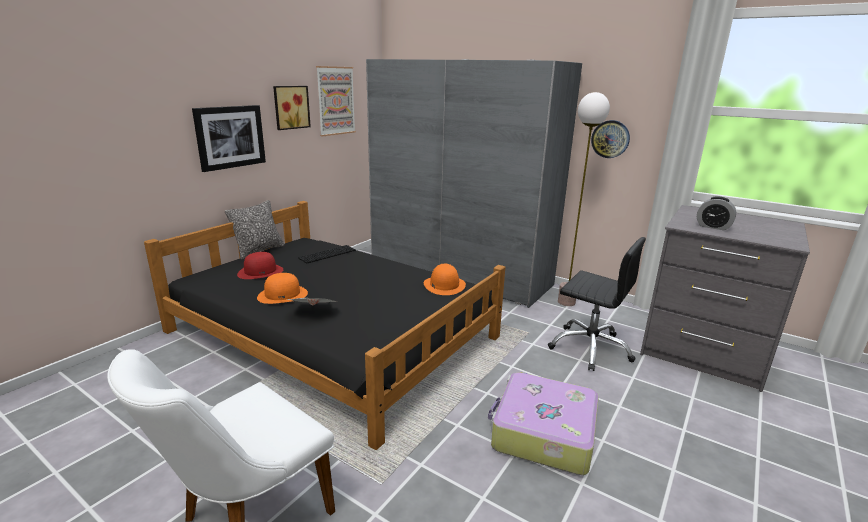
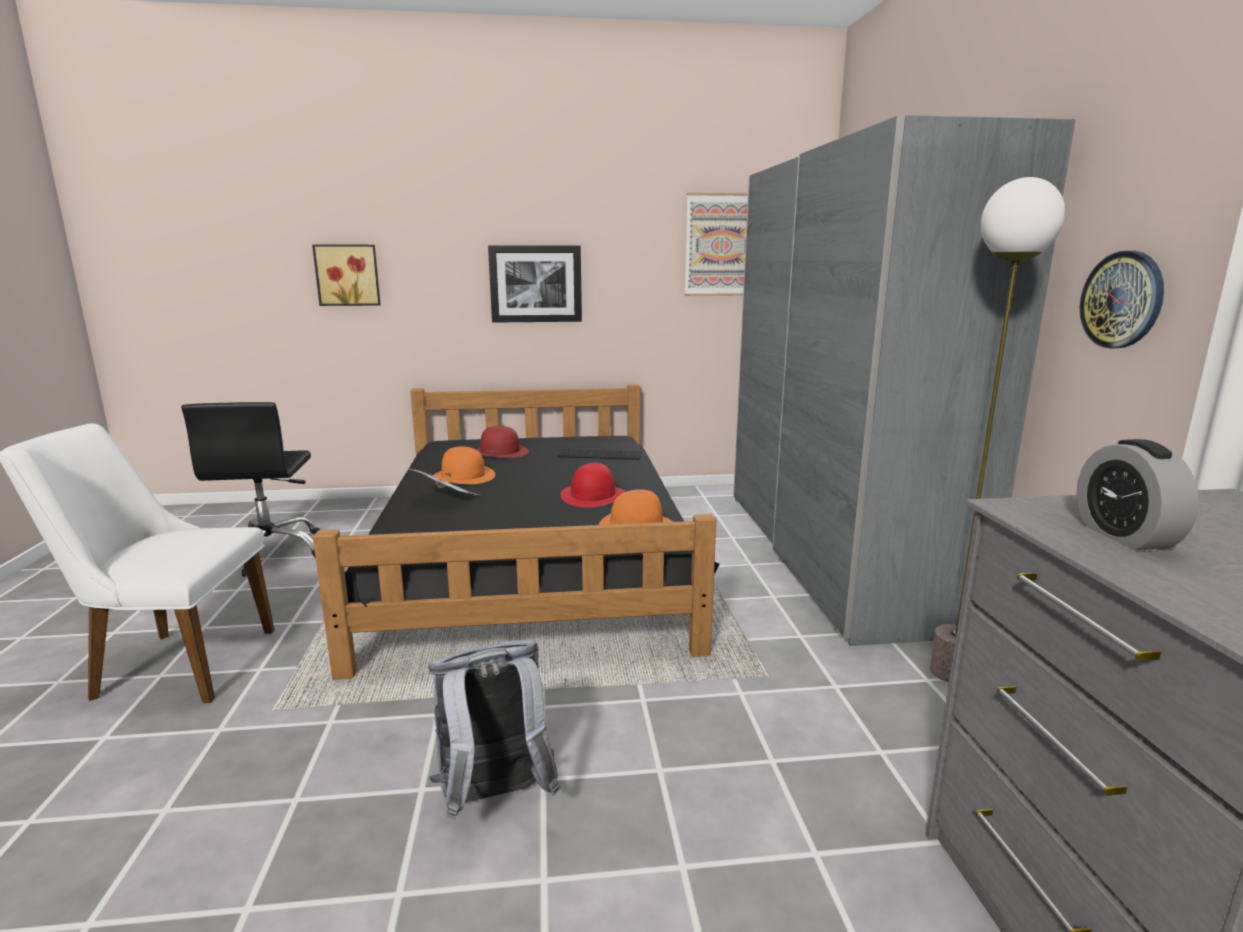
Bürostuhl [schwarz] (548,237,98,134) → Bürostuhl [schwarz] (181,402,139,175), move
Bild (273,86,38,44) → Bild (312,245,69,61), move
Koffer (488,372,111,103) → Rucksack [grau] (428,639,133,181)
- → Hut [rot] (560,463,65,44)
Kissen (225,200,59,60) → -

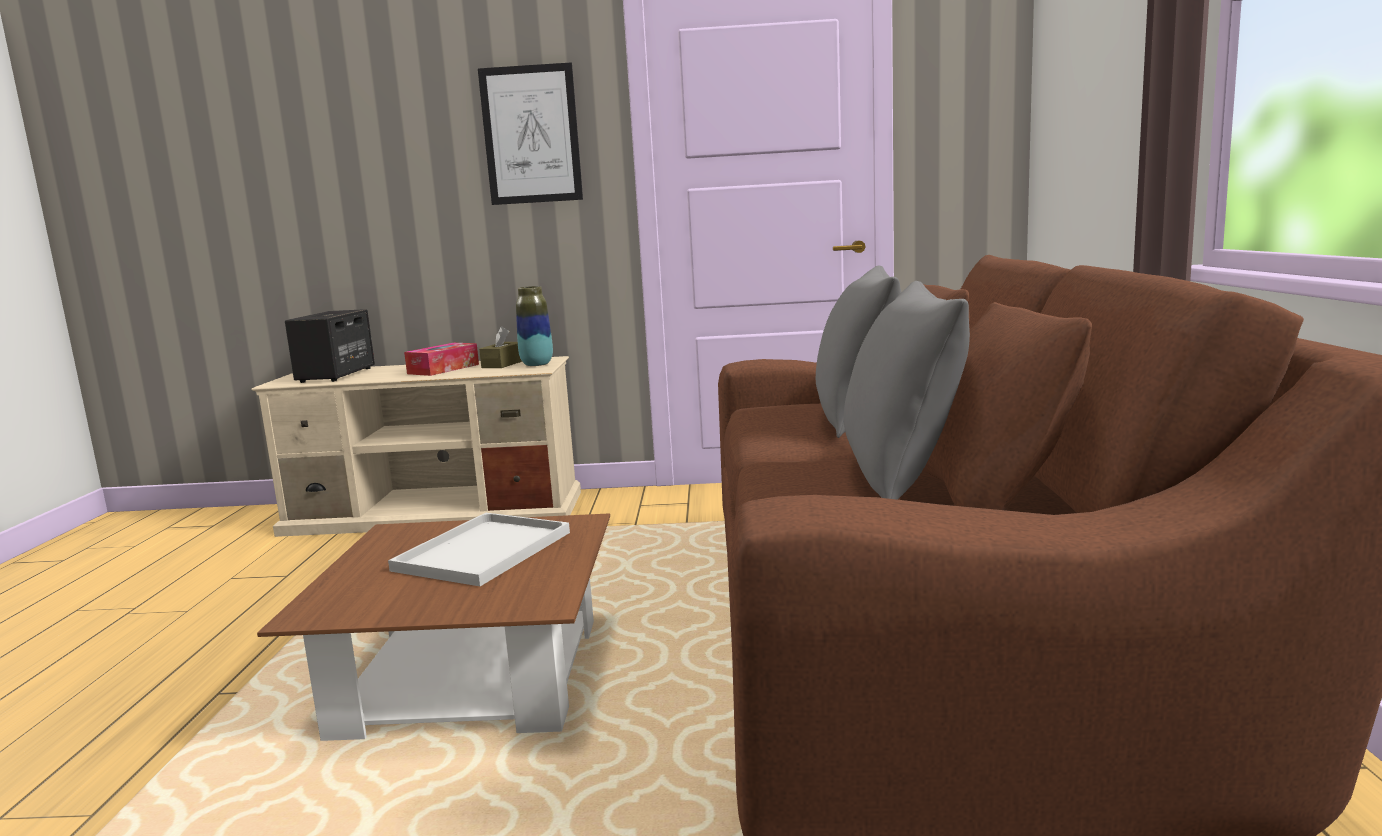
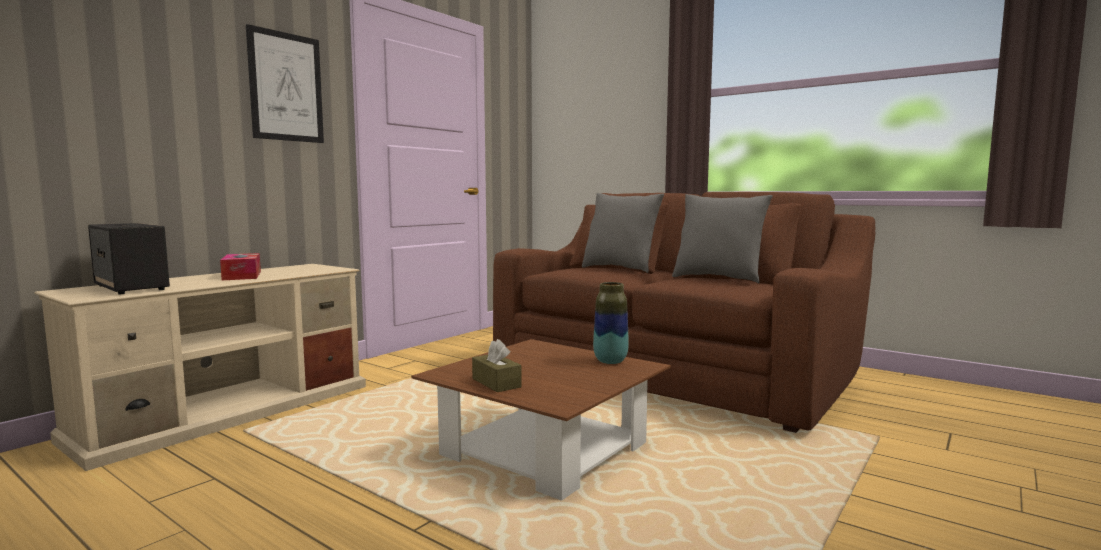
Taschentuchbox [braun] (479,326,43,42) → Taschentuchbox [braun] (472,339,50,53), move
Vase (516,286,37,80) → Vase (593,282,36,82), move
Tablett [weiß] (388,513,182,73) → -

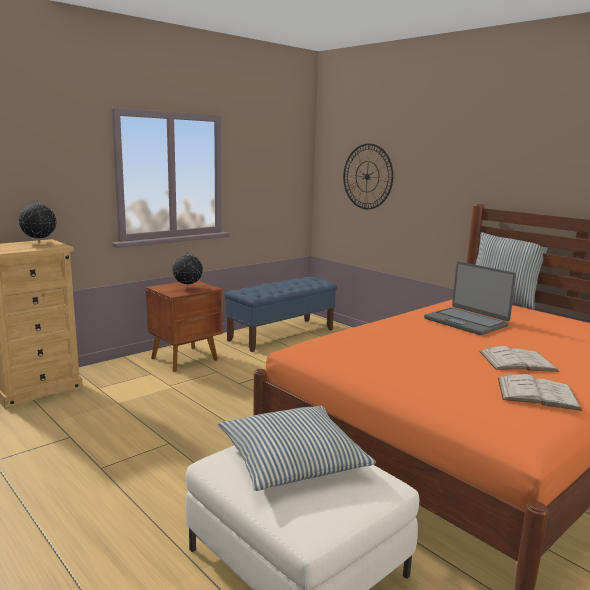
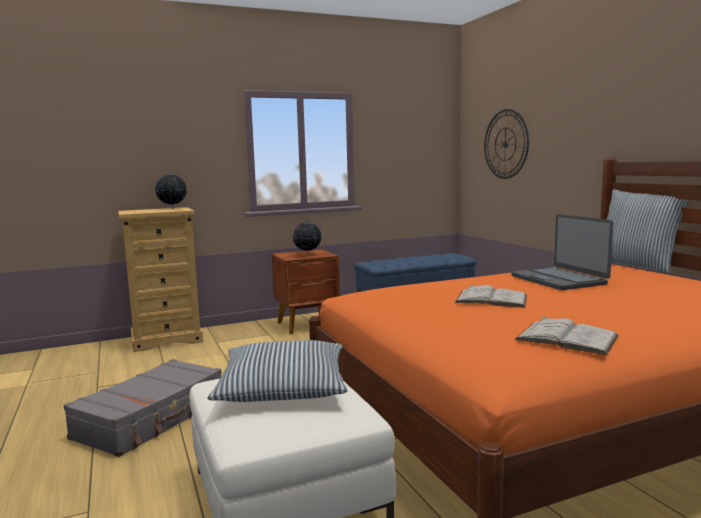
- → Koffer [grau] (64,359,157,98)
Buch [weiß] (479,346,80,26) → Buch [weiß] (455,285,72,23), move

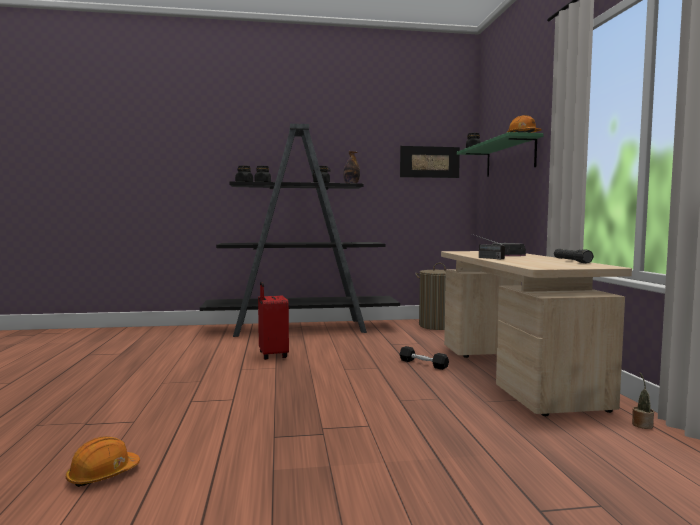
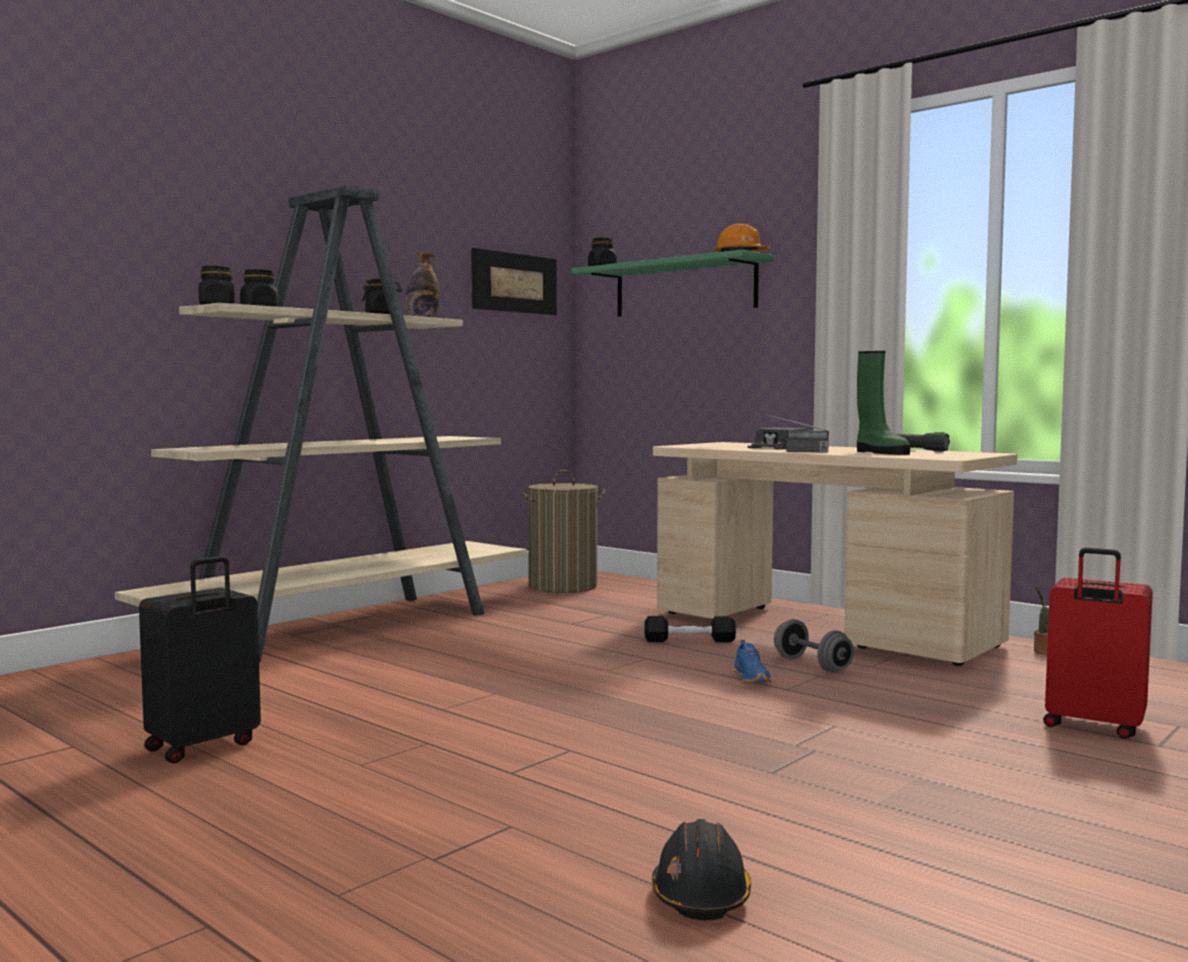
Bücherregal [schwarz] (200,124,200,213) → Bücherregal [beige] (115,185,412,477)
- → Koffer [schwarz] (139,556,122,207)
Schutzhelm [orange] (66,436,74,51) → Schutzhelm [schwarz] (652,819,100,102)
- → Schuh [blau] (733,640,38,43)
- → Hantel [grau] (774,619,80,54)
- → Stiefel [grün] (857,351,53,104)
Koffer [rot] (258,281,31,79) → Koffer [rot] (1043,547,110,192), move

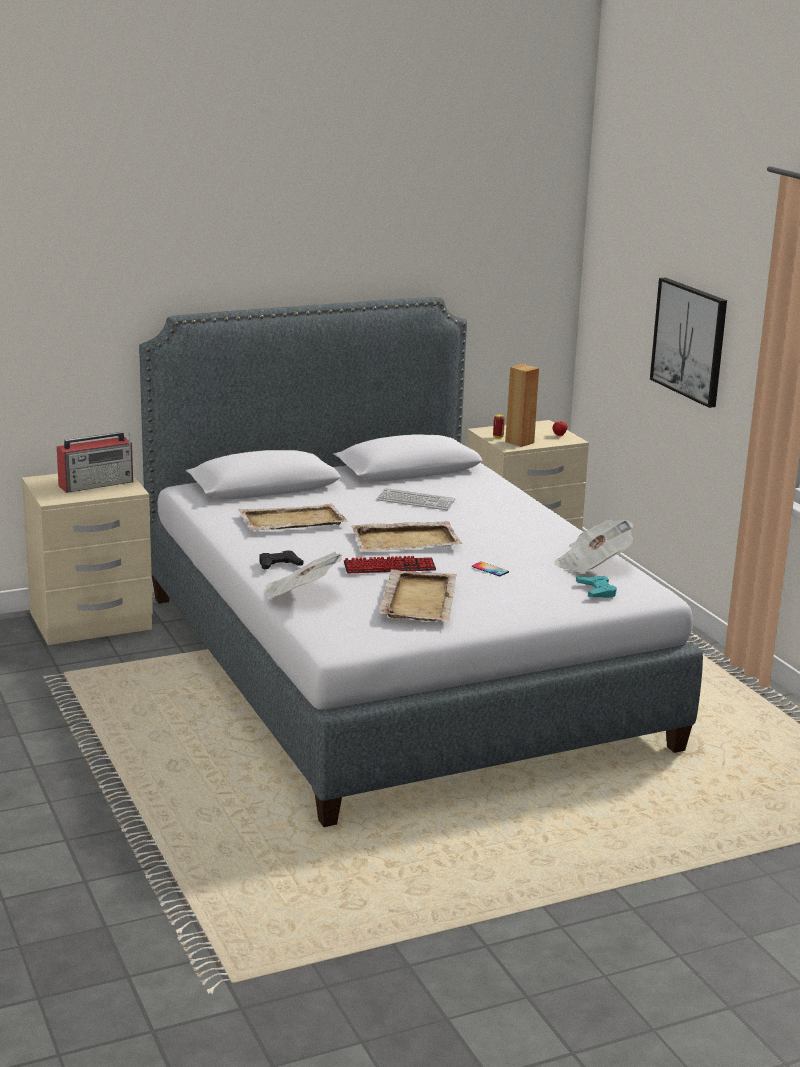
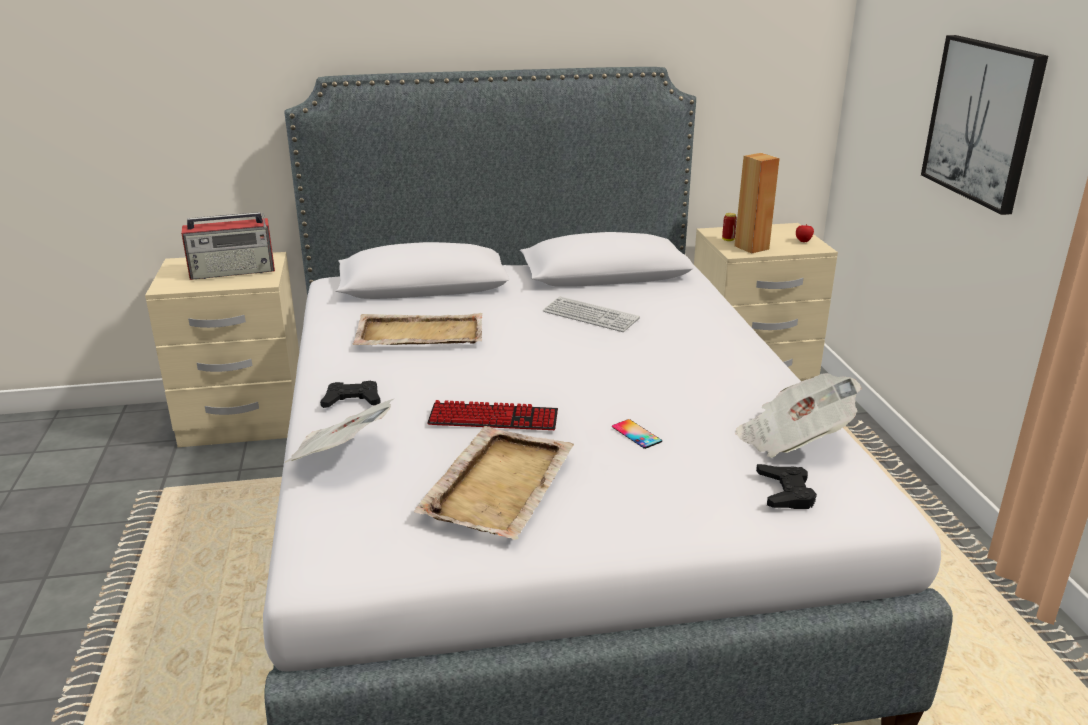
Gamepad [türkis] (576,576,41,22) → Gamepad [schwarz] (756,464,61,45)
Tablett [beige] (351,521,111,30) → -

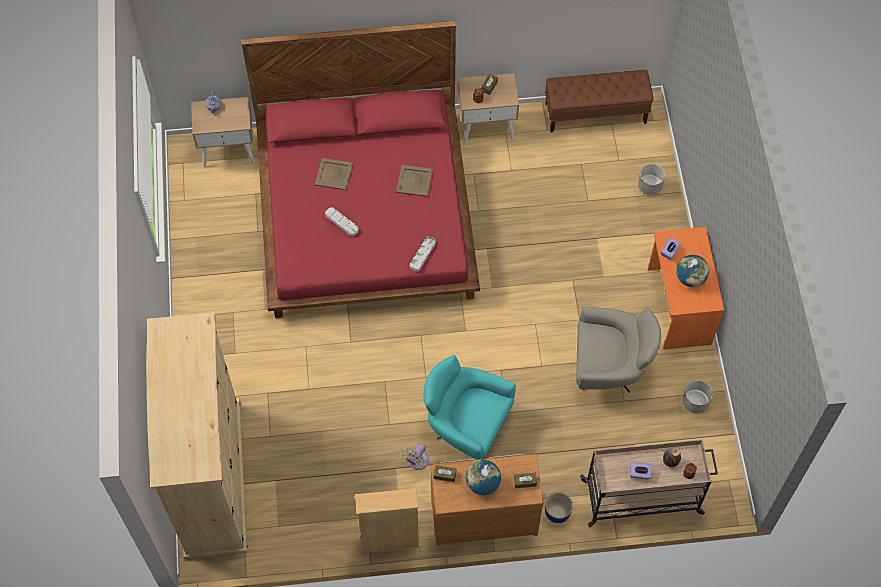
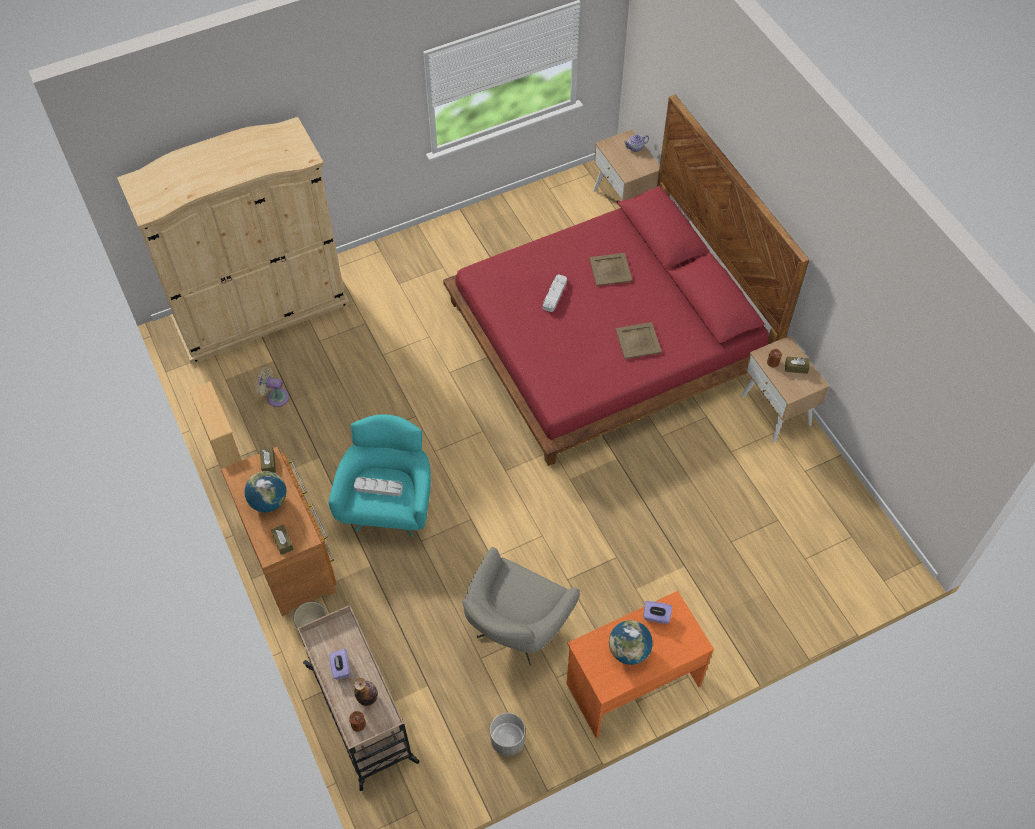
Ventilator [beige] (401,443,28,27) → Ventilator [beige] (256,367,33,40), move
Tablett [grau] (410,236,26,36) → Tablett [grau] (354,477,49,19), move
Sessel [grau] (576,307,85,86) → Sessel [grau] (462,547,118,118), 45 degrees clockwise
Bank [braun] (545,70,108,63) → -
Pflanzkübel [grau] (638,164,27,31) → -

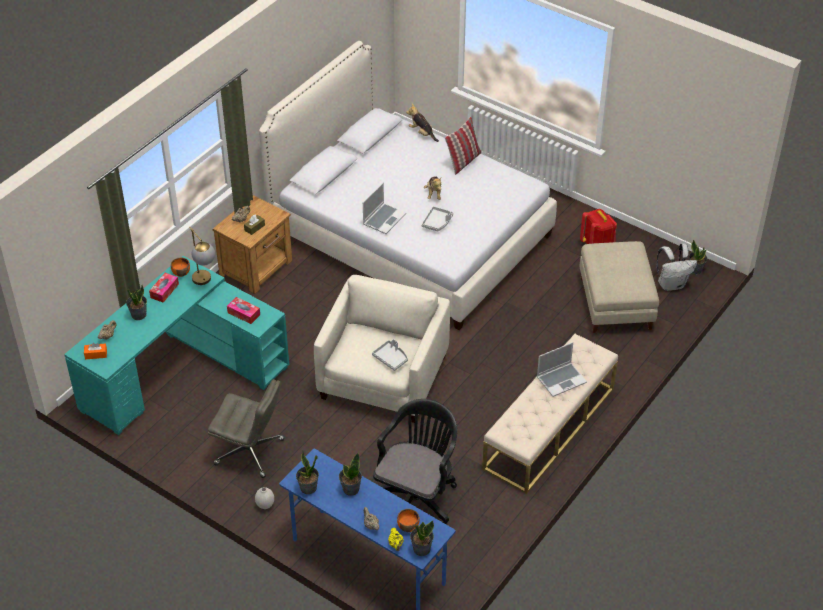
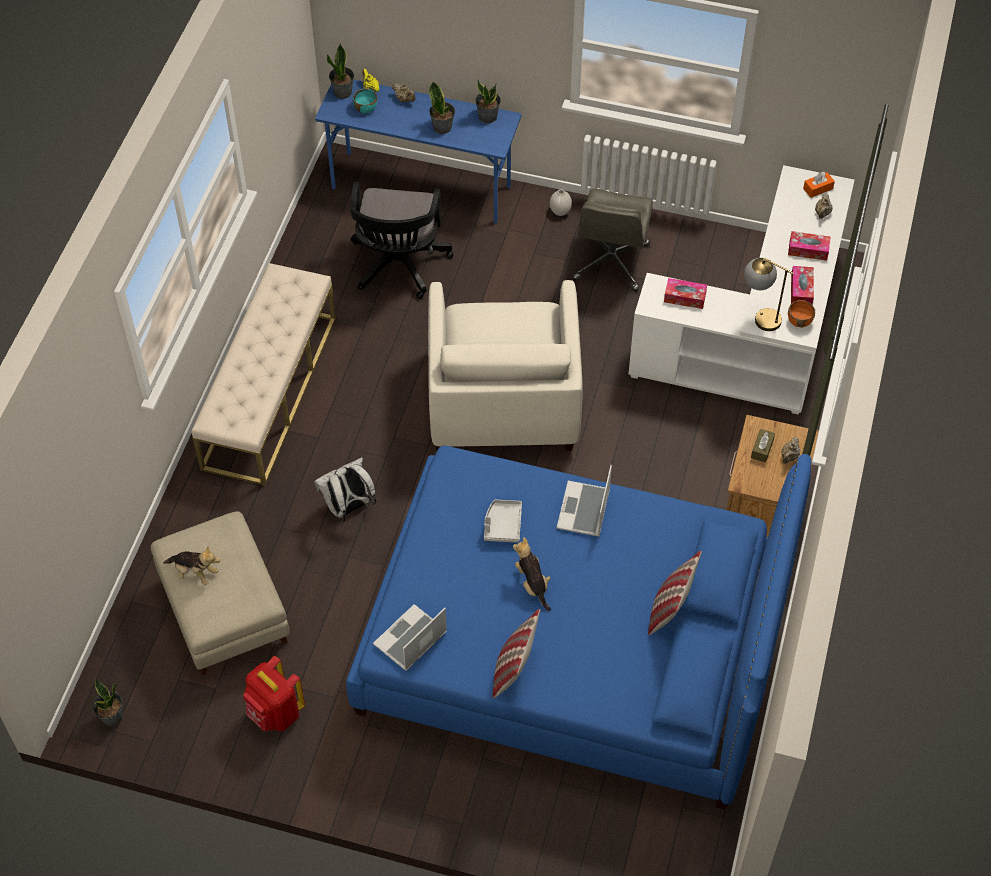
Plüschtier (406,104,33,38) → Plüschtier (163,546,57,39), move
Rucksack [weiß] (657,243,40,48) → Rucksack [weiß] (314,457,62,65), move
Bett [weiß] (259,41,298,289) → Bett [blau] (346,446,466,364)
Schüssel [orange] (397,509,23,23) → Schüssel [türkis] (353,88,24,26)
Laptop (537,342,50,55) → Laptop (373,604,74,67), move
Bürostuhl [grau] (208,379,77,99) → Bürostuhl [grau] (573,189,80,102), 75 degrees counterclockwise
Schreibtisch [türkis] (64,256,225,179) → Schreibtisch [weiß] (628,165,226,249)
- → Kissen (648,551,54,84)
Topfpflanze (126,285,21,35) → Taschentuchbox (788,231,43,30)
Tablett [grau] (372,339,36,32) → -

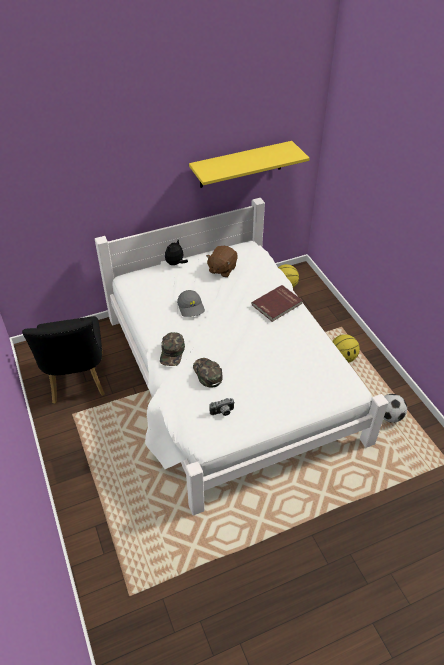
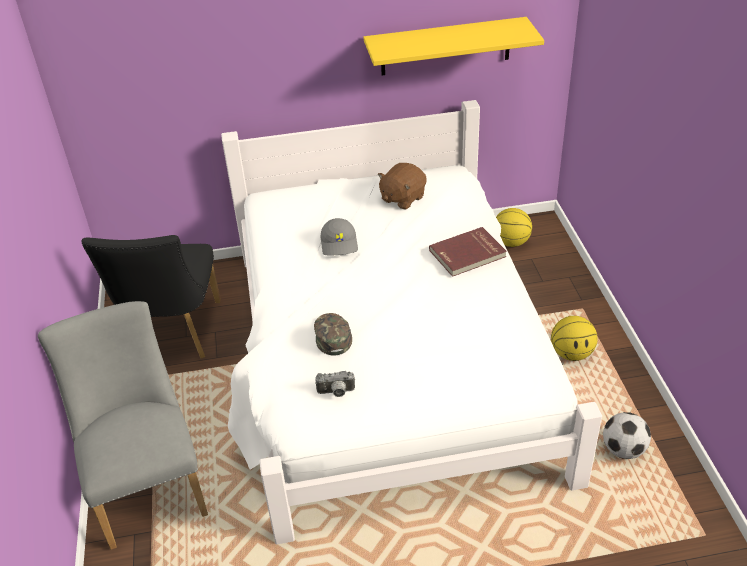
- → Stuhl [grau] (38,301,170,249)
Kappe [grün] (160,332,25,34) → -
Plüschtier (165,240,23,25) → -

